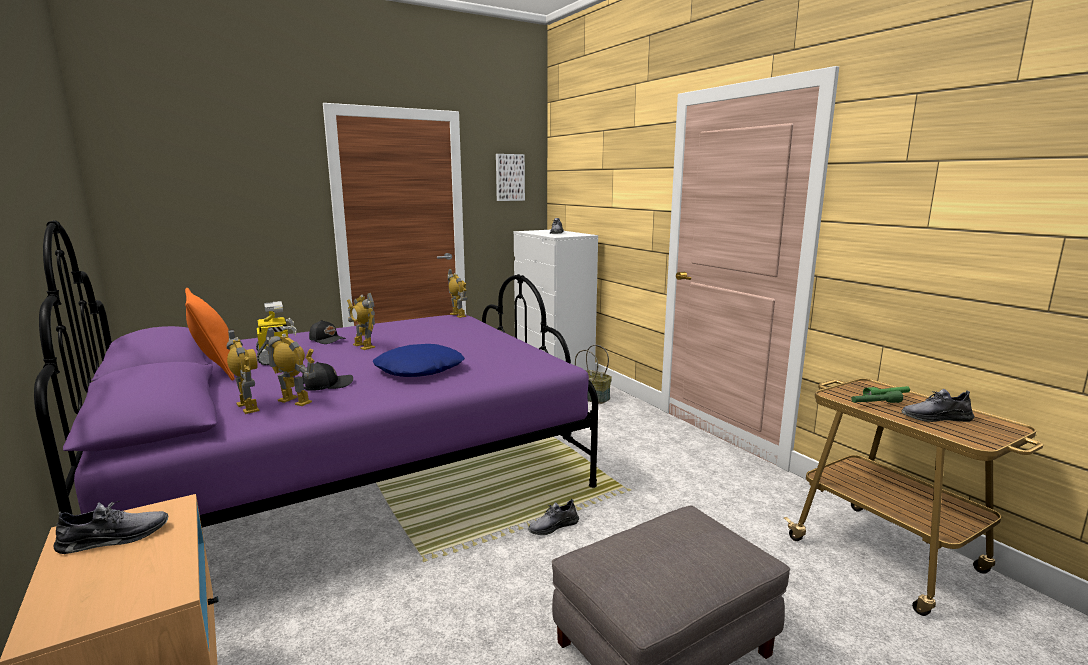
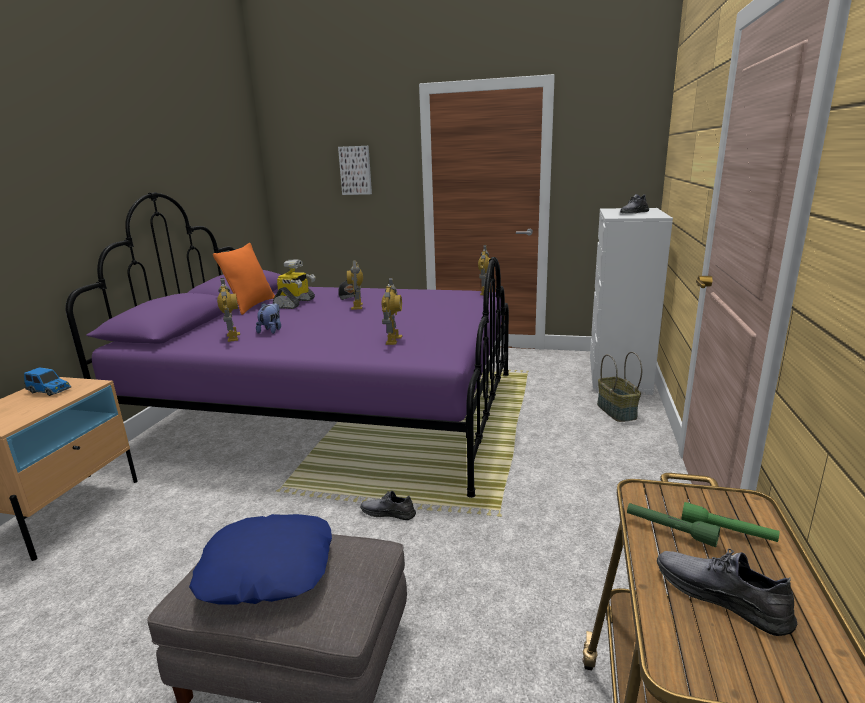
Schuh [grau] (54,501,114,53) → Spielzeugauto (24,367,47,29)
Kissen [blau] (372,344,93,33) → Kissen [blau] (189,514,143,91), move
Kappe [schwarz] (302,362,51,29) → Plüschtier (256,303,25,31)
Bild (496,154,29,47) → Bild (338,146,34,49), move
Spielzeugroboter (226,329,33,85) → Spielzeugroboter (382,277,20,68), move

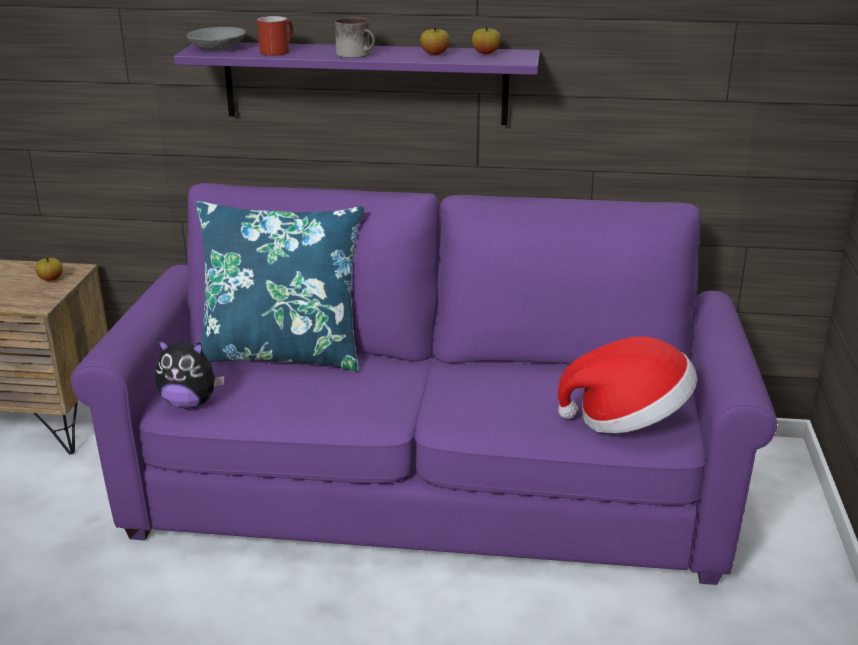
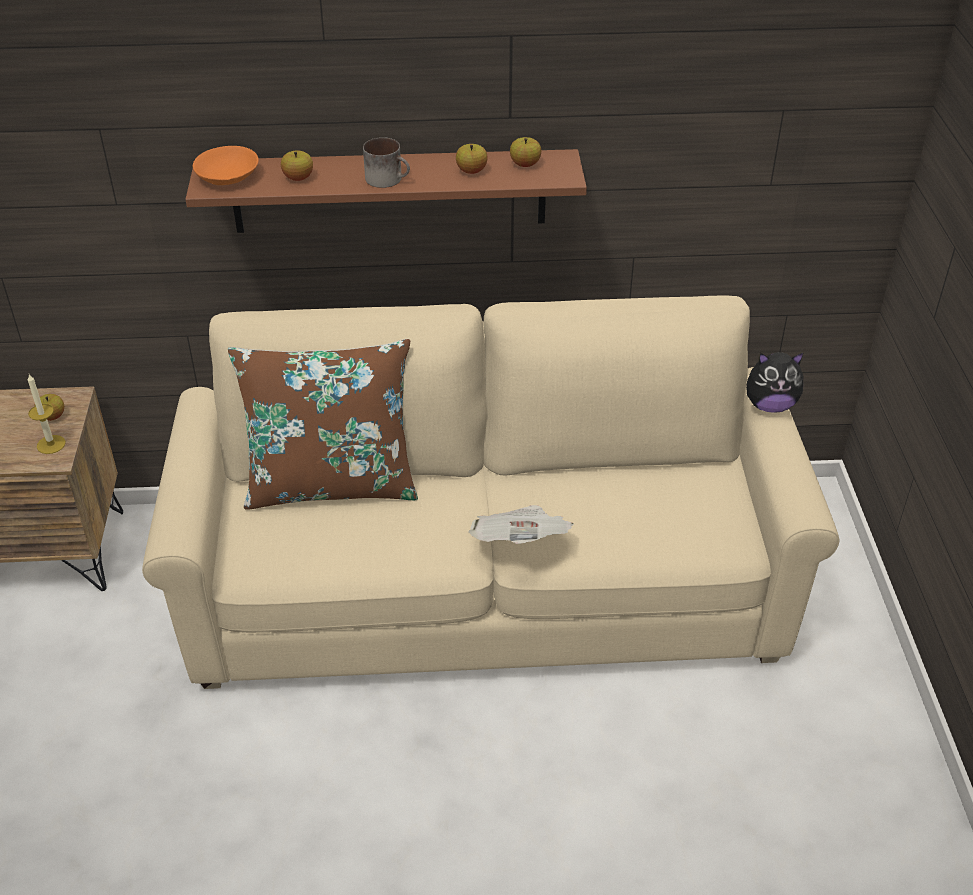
- → Kerze (28,374,38,80)
Sofa [lila] (71,183,706,402) → Sofa [beige] (142,295,697,394)
Wandregal [lila] (174,42,365,83) → Wandregal [braun] (185,149,402,84)
Schüssel [grau] (187,27,59,24) → Schüssel [orange] (193,146,66,39)
Kissen [blau] (197,201,167,170) → Kissen [braun] (228,339,190,171)
Henkelbecher [rot] (258,16,35,40) → Apfel (281,151,32,30)
- → Zeitung (469,505,105,39)
Plüschtier (155,339,70,69) → Plüschtier (746,352,58,61), move
Hut (558,336,139,97) → -

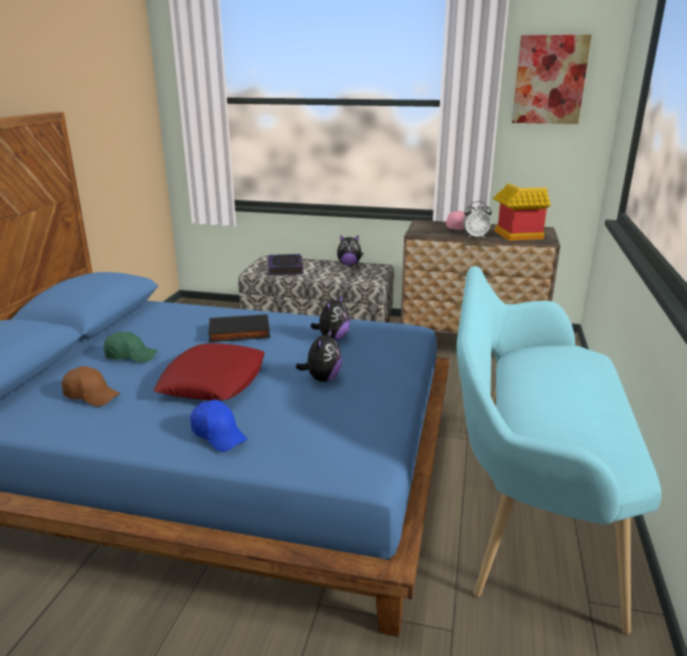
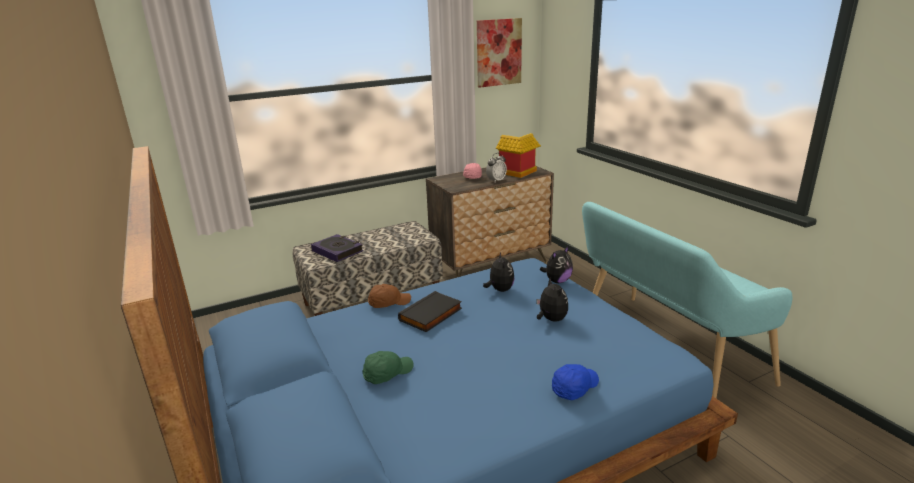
Kappe [braun] (62,366,58,41) → Kappe [braun] (368,284,43,24), move
Plüschtier (337,235,27,31) → Plüschtier (540,247,33,36), move
Kappe [blau] (190,400,57,52) → Kappe [blau] (552,364,47,36), 45 degrees counterclockwise
Kissen [rot] (154,343,111,57) → -

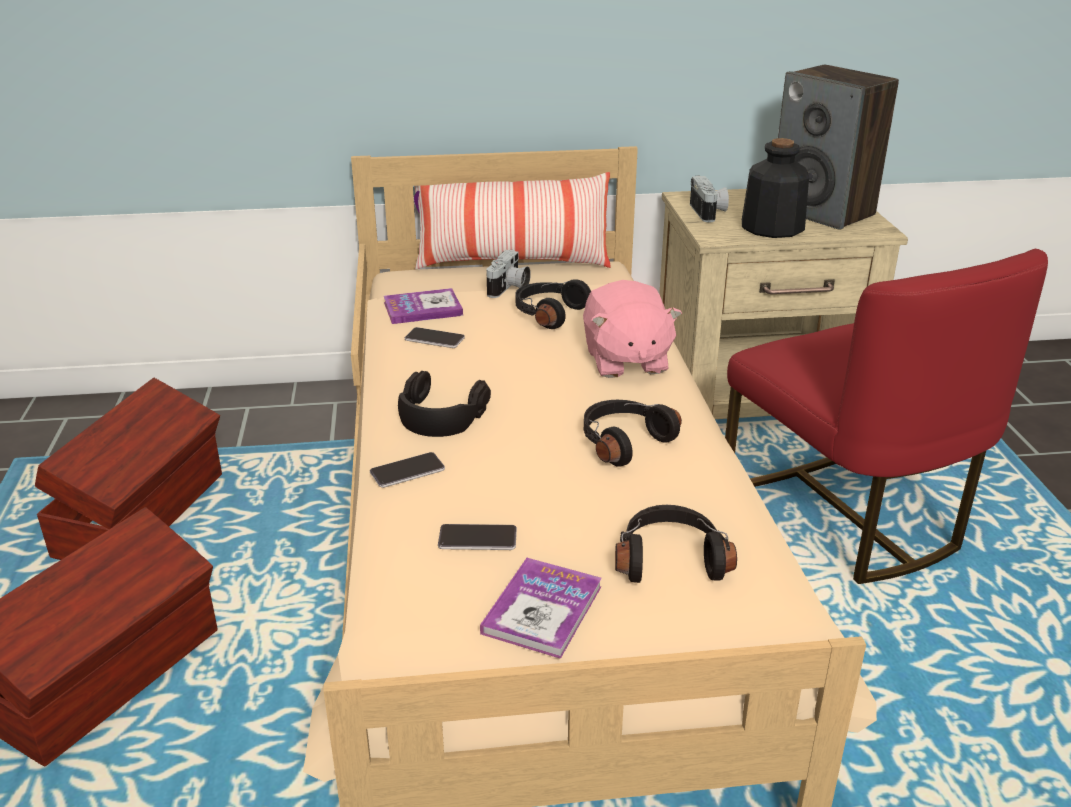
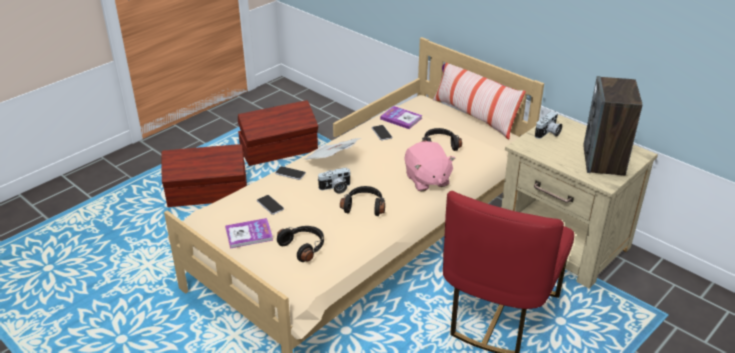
Kopfhörer [schwarz] (398,371,93,66) → Zeitung (304,138,57,22)
Kamera (486,250,45,48) → Kamera (317,167,34,27), move
Plüschtier [rosa] (583,280,99,98) → Plüschtier [rosa] (405,141,50,50), 60 degrees counterclockwise
Flasche (742,138,67,100) → -

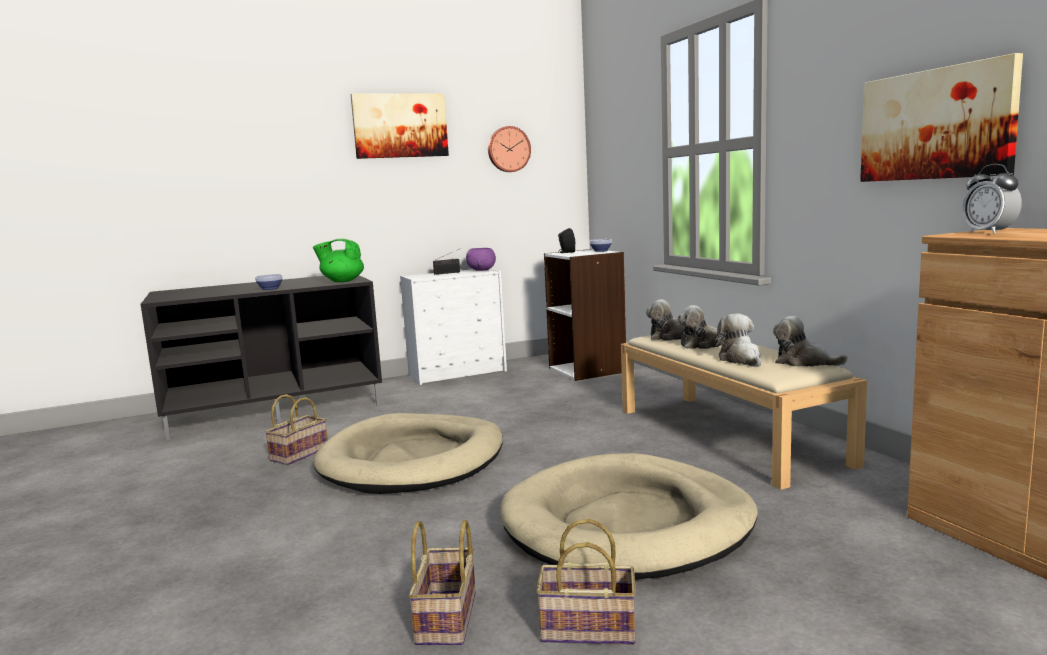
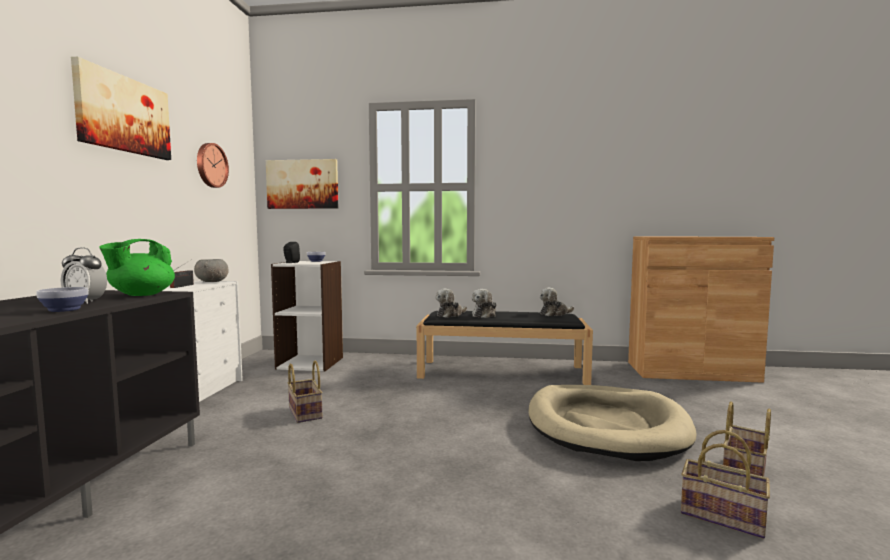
Wecker (962,164,60,70) → Wecker (61,247,46,57), move
Schüssel [lila] (466,248,30,23) → Schüssel [grau] (194,259,35,23)
Bild (860,53,163,129) → Bild (266,159,72,50), move
Korb (265,394,63,71) → Korb (288,361,35,62), move
Bank [beige] (621,335,246,155) → Bank [schwarz] (416,311,177,74)
Hundebett [beige] (313,413,190,81) → -
Plüschtier (715,313,46,54) → -

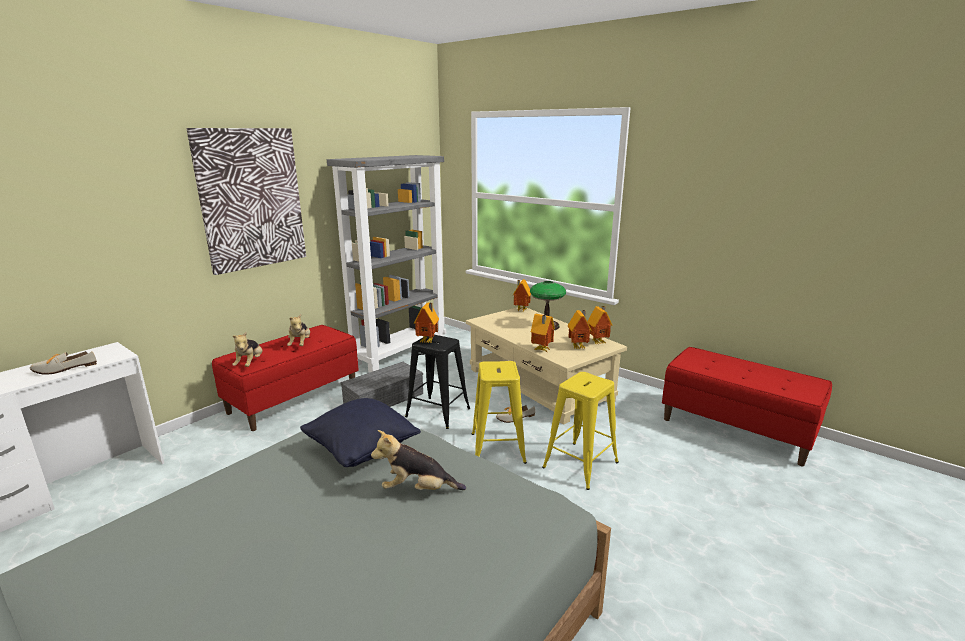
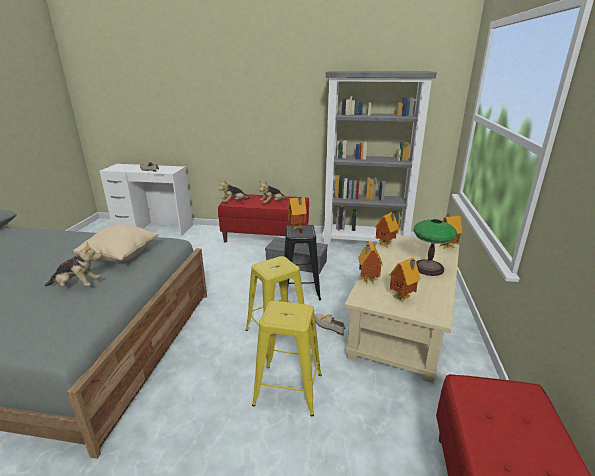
Plüschtier (371,430,95,60) → Plüschtier (45,242,56,45), 120 degrees clockwise
Kissen [schwarz] (300,398,121,69) → Kissen [beige] (73,224,85,38)
Spielzeughaus (587,306,26,38) → Spielzeughaus (375,212,24,35), move
Bild (186,128,120,147) → -

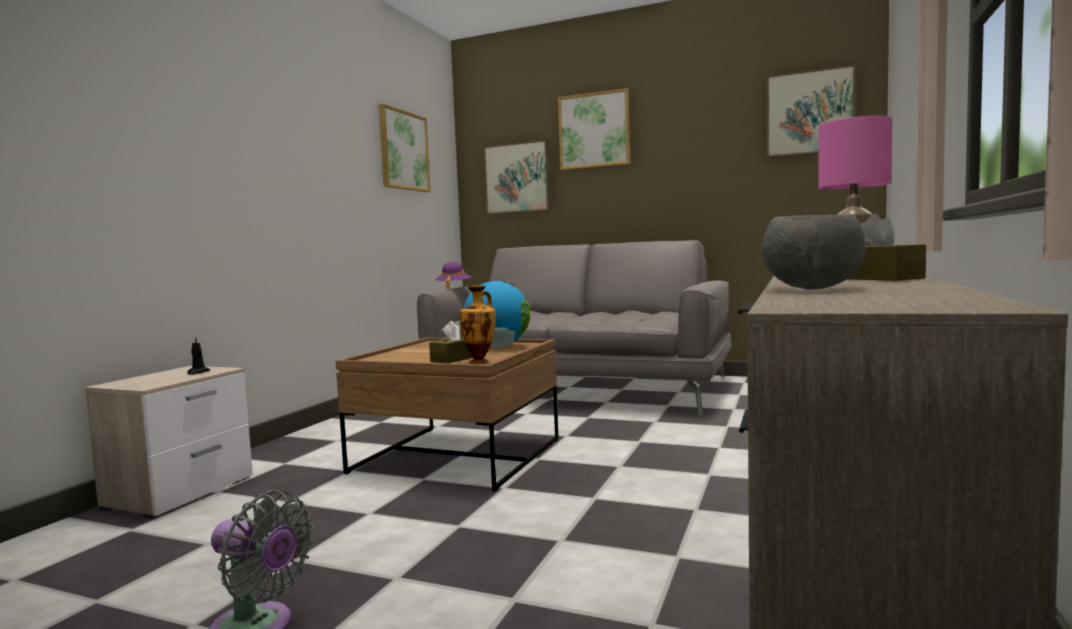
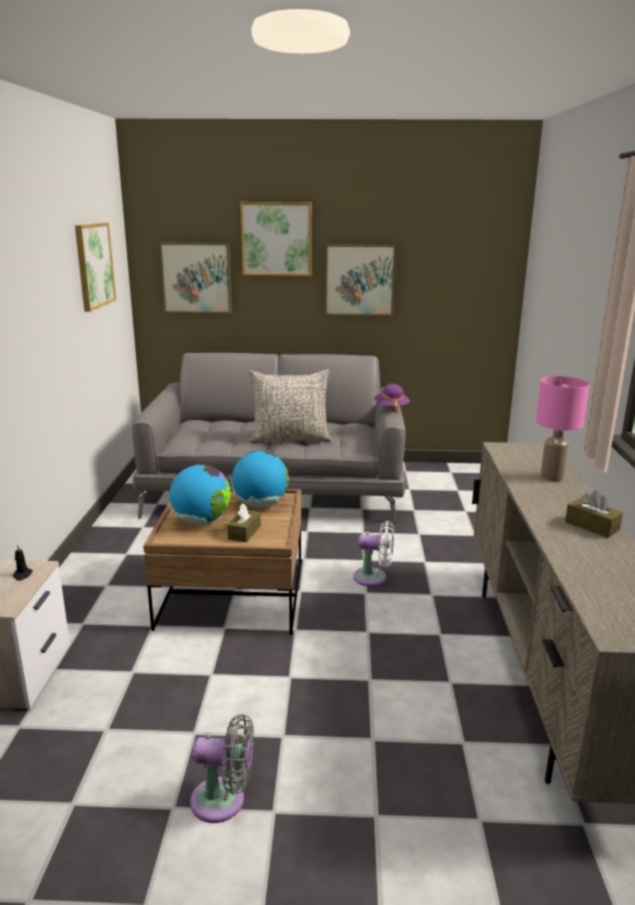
- → Globus (170,464,61,61)
- → Kissen [grau] (249,370,83,73)
Bild (766,64,90,94) → Bild (325,244,71,72), move
- → Ventilator [weiß] (353,521,41,66)
Hut [lila] (435,262,36,27) → Hut [lila] (374,384,36,29), move
Vase (460,285,36,79) → -
Schüssel [grau] (762,214,104,75) → -

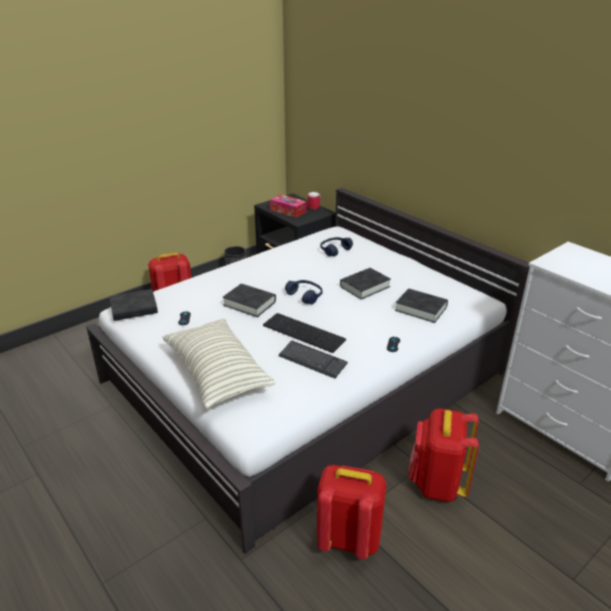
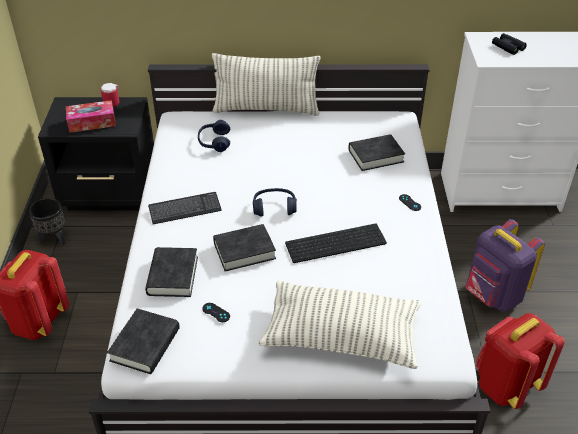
Buch [schwarz] (340,268,51,32) → Buch [schwarz] (145,247,53,50), move
Tastatur (278,341,70,38) → Tastatur (148,192,74,32), move
- → Kissen (212,53,108,63)
Rucksack [rot] (408,408,71,94) → Rucksack [lila] (466,219,79,93)
- → Fernglas [schwarz] (492,33,35,22)

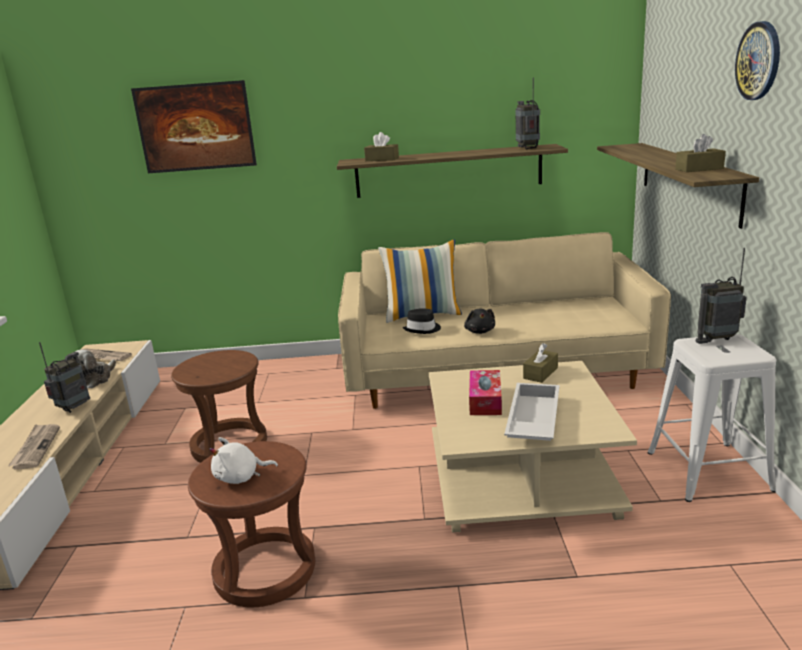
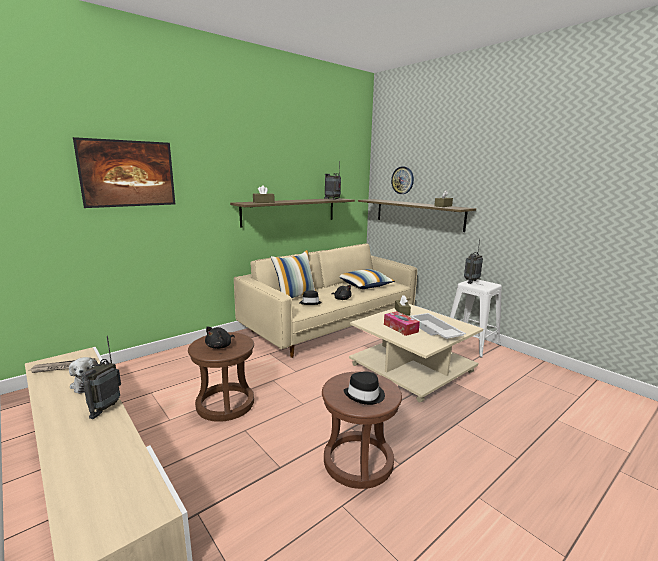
Radio (39,342,51,71) → Radio (81,336,40,83), 150 degrees counterclockwise
- → Plüschtier [schwarz] (205,327,30,22)
- → Kissen (339,269,56,20)
Plüschtier [weiß] (209,437,69,47) → Hut [schwarz] (343,372,42,33)
Wanduhr (735,21,45,79) → Wanduhr (391,166,23,28), move
Zeitung (8,424,52,46) → -

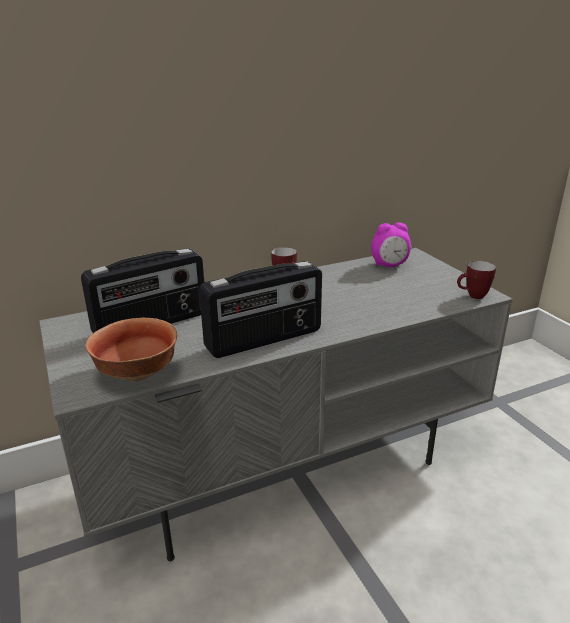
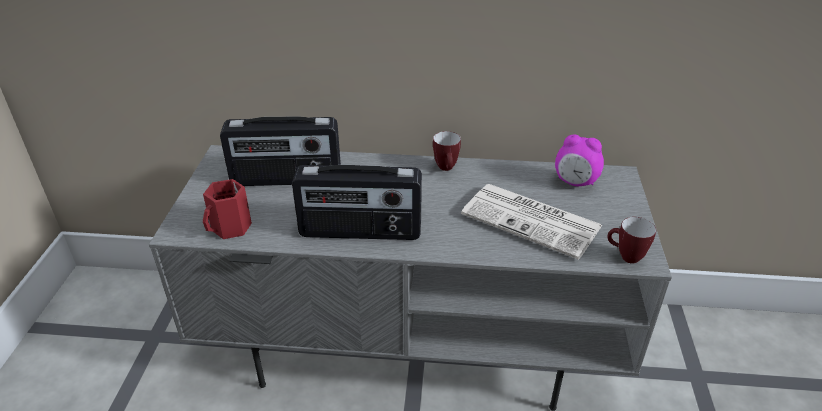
Schüssel (86,318,91,64) → Henkelbecher [rot] (203,179,49,60)
- → Zeitung (461,184,141,76)

